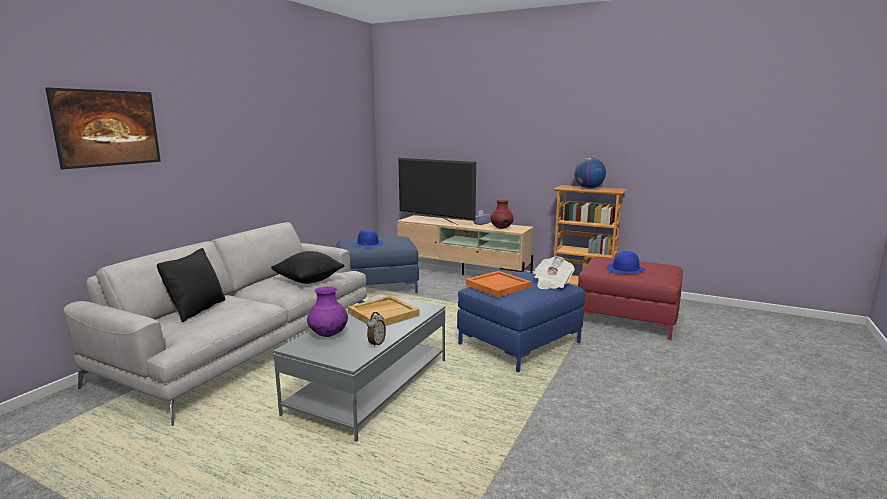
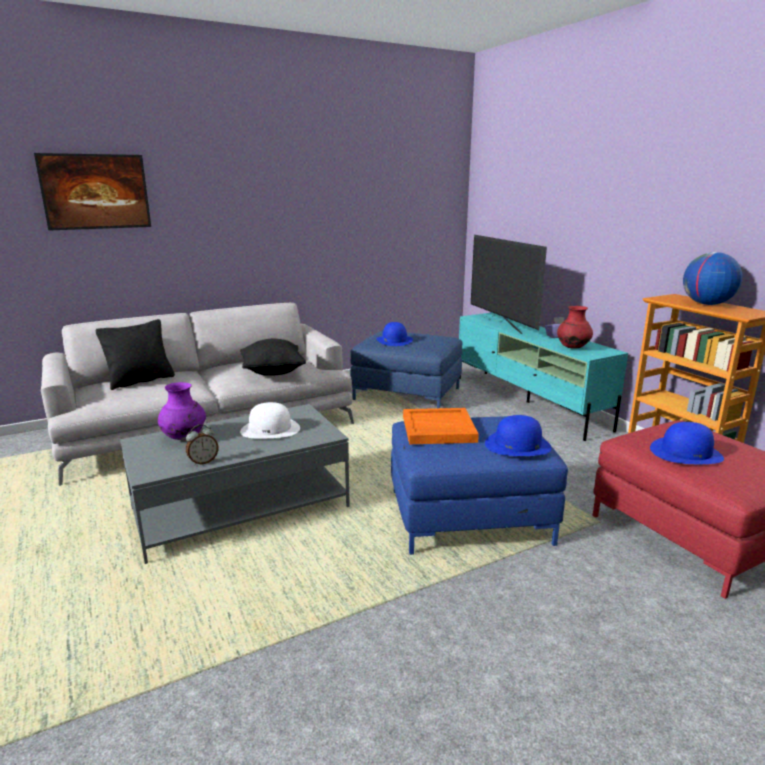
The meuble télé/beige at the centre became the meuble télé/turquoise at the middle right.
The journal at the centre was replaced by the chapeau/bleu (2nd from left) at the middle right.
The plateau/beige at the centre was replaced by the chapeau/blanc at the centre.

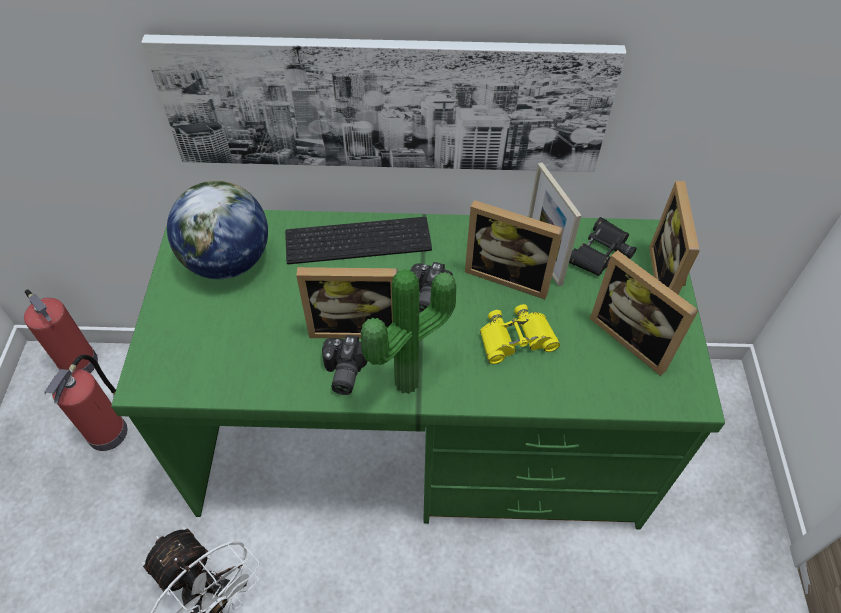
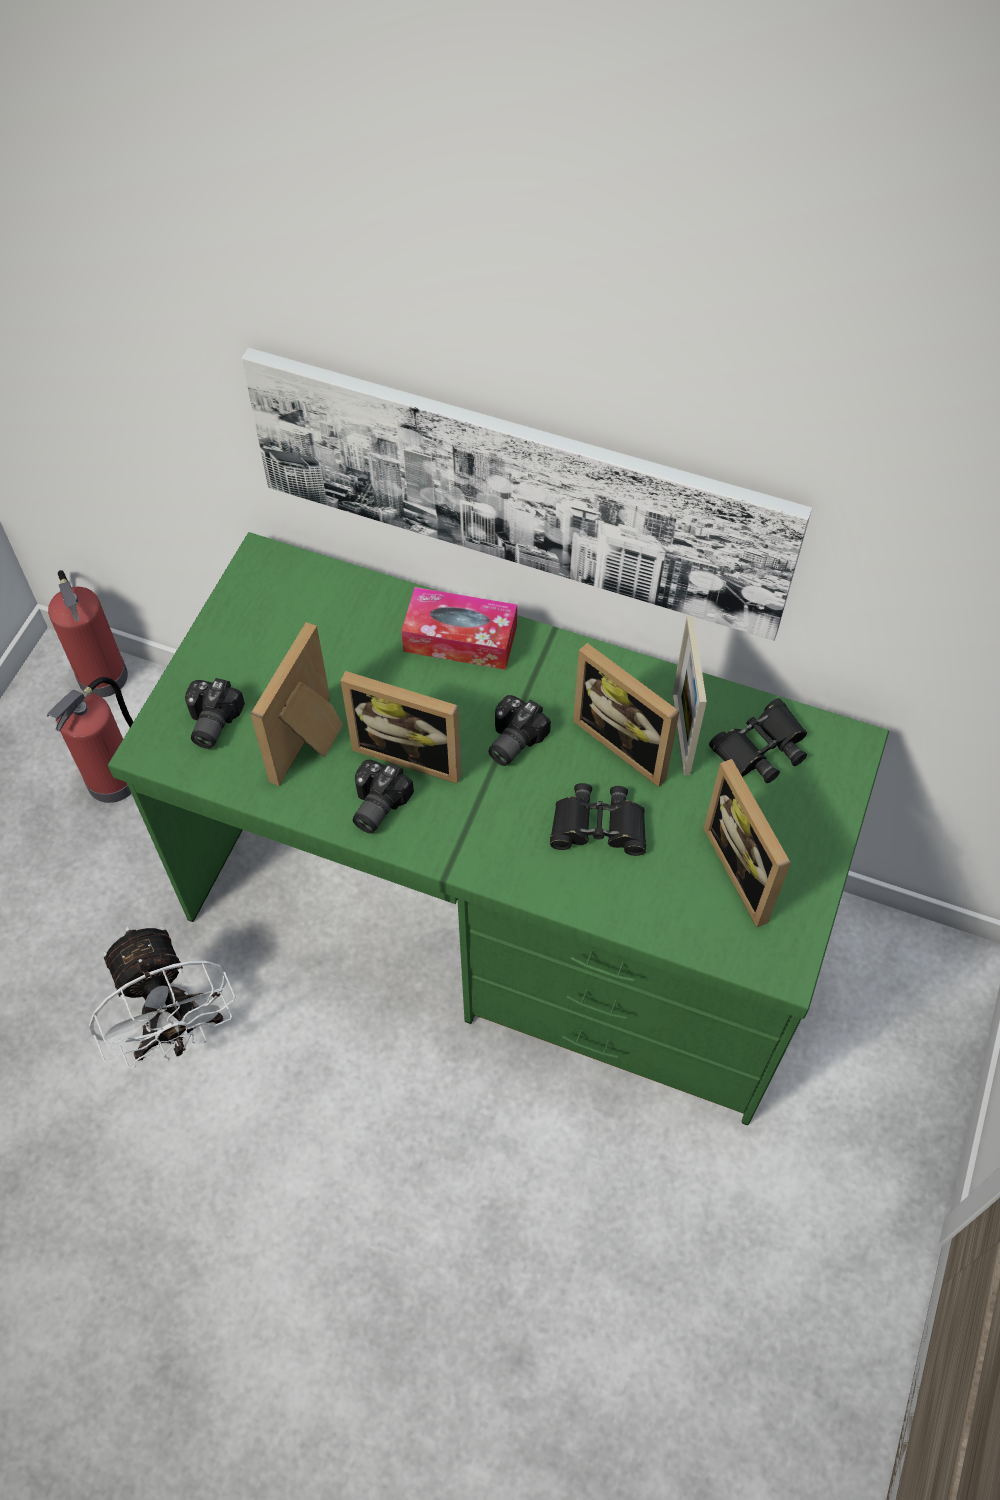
The globe at the middle left disappeared.
The cadre photo (5th from left in the first image) moved from the middle right to the middle left.
The clavier at the centre was replaced by the boîte à mouchoirs at the centre.
The plante en pot at the centre disappeared.
The jumelles/jaune at the centre became the jumelles/noir (1st from left) at the centre.
The appareil photo (1st from left) at the middle left appeared.

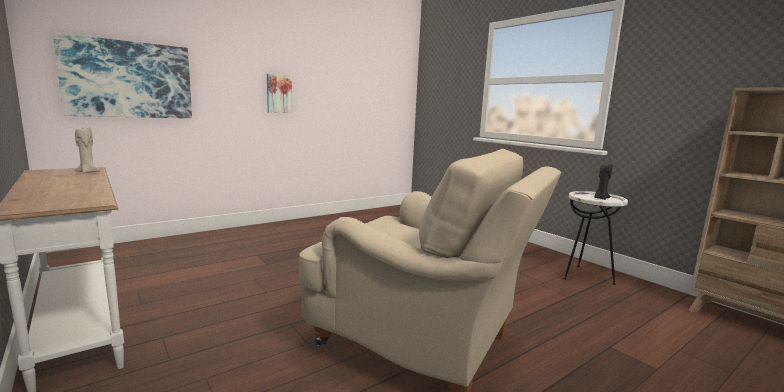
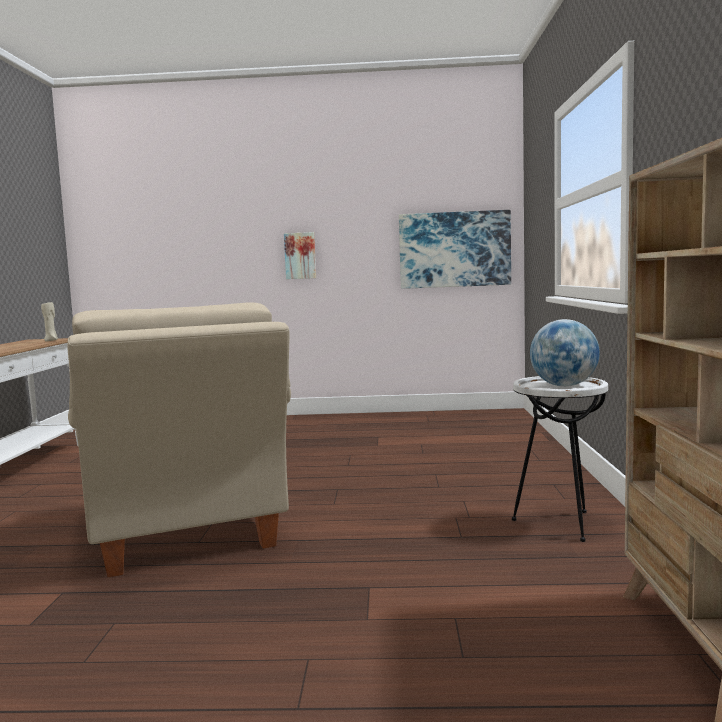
The tableau (1st from left in the first image) moved from the top left to the centre.
The bougie/noir at the middle right was replaced by the globe at the middle right.

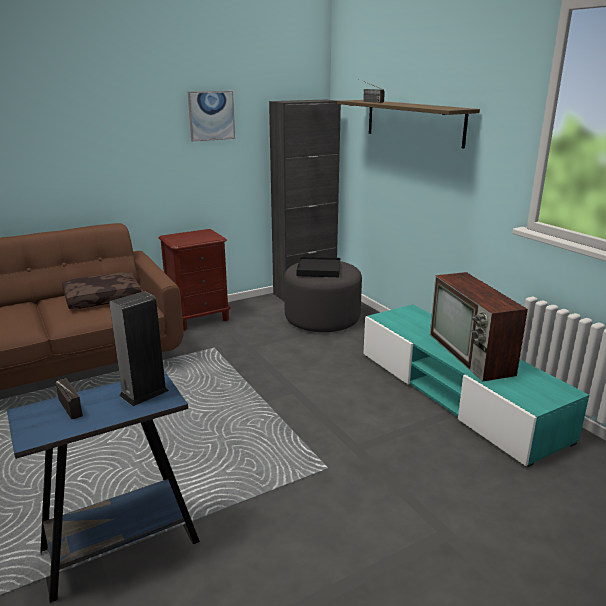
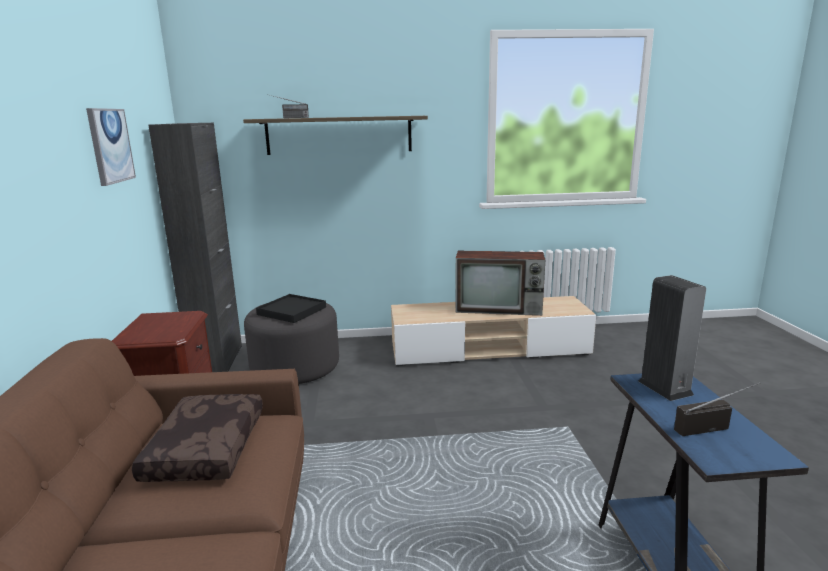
The meuble télé/turquoise at the middle right became the meuble télé/beige at the centre.

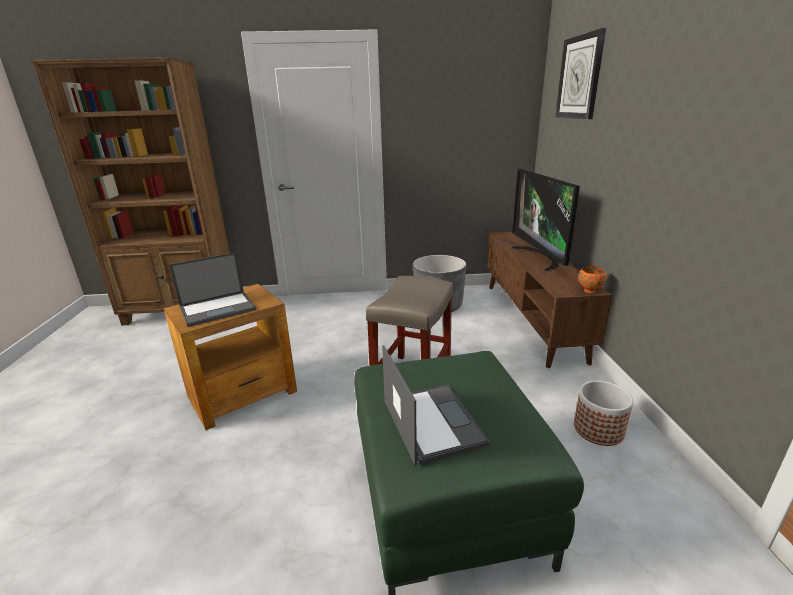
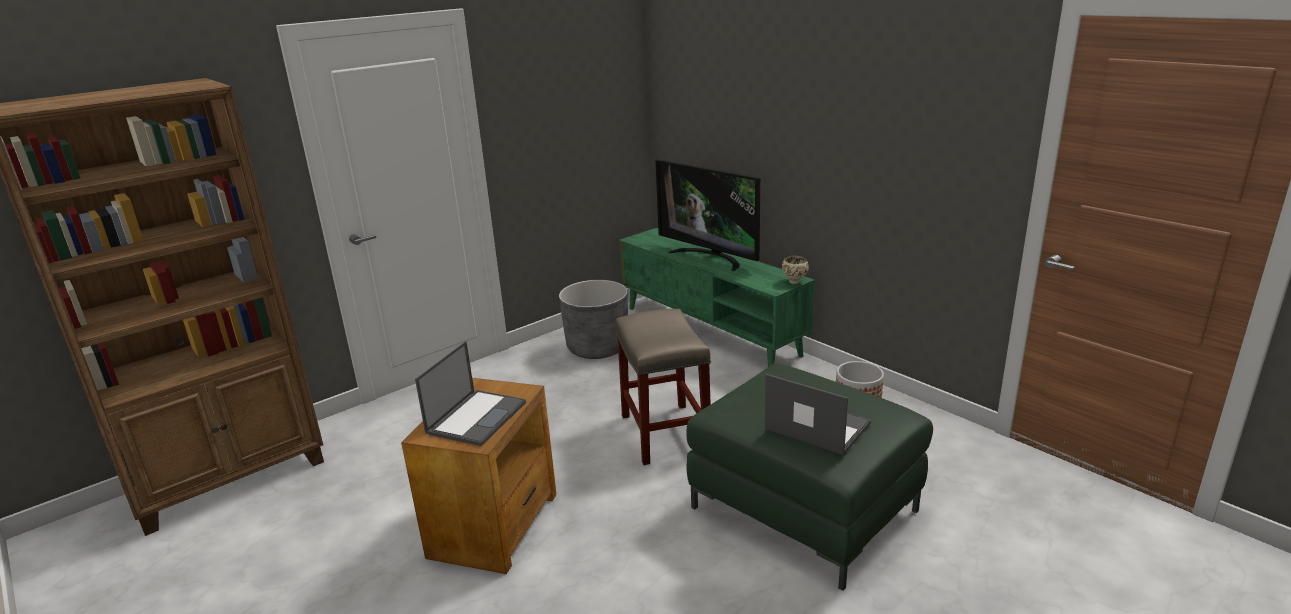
The horloge murale at the top right disappeared.
The meuble télé/marron at the middle right became the meuble télé/vert at the centre.
The bol/orange at the middle right became the bol/beige at the centre.

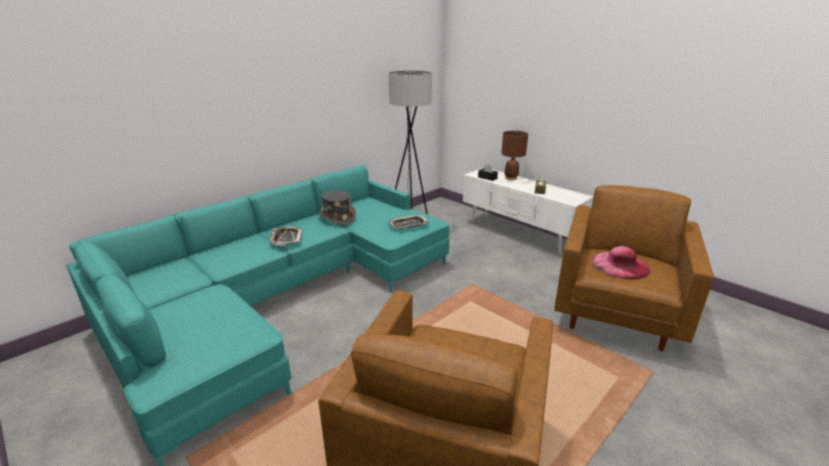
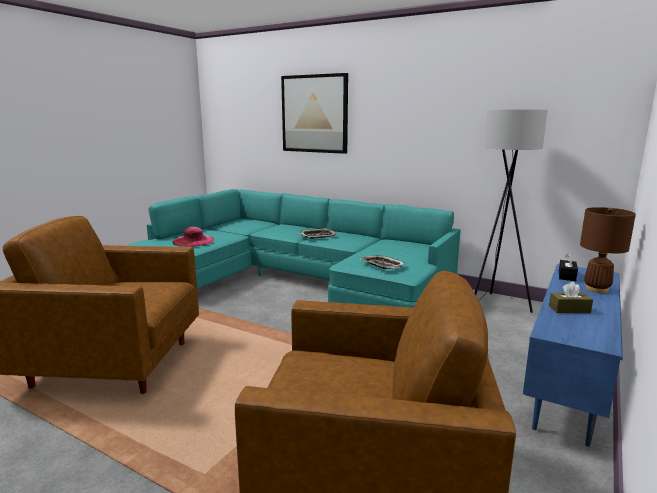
The meuble télé/blanc at the centre became the meuble télé/bleu at the bottom right.
The chapeau/gris at the centre disappeared.
The chapeau/rose moved from the middle right to the middle left.
The tableau at the top centre appeared.

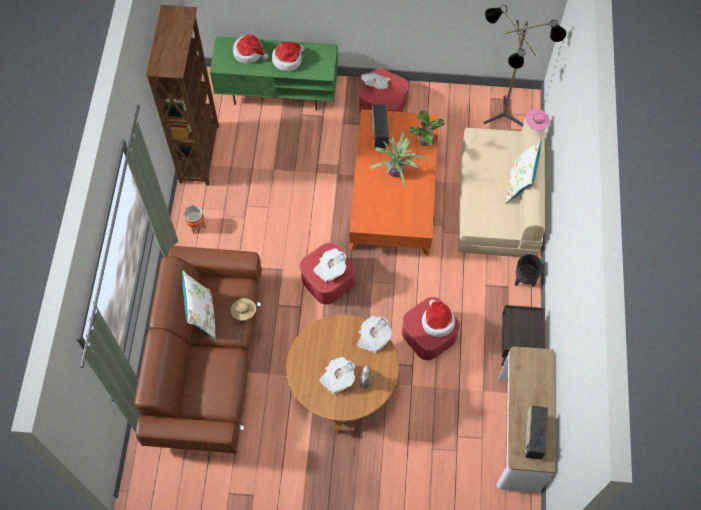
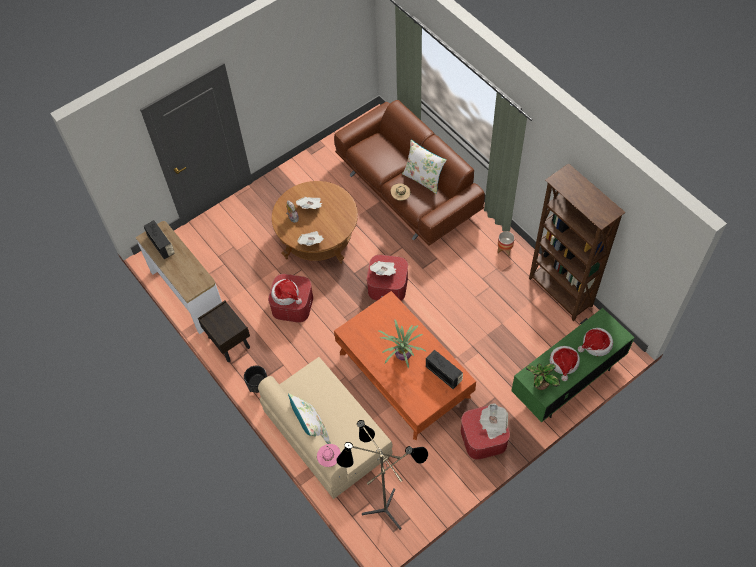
The plante en pot (2nd from left) moved from the top centre to the middle right.

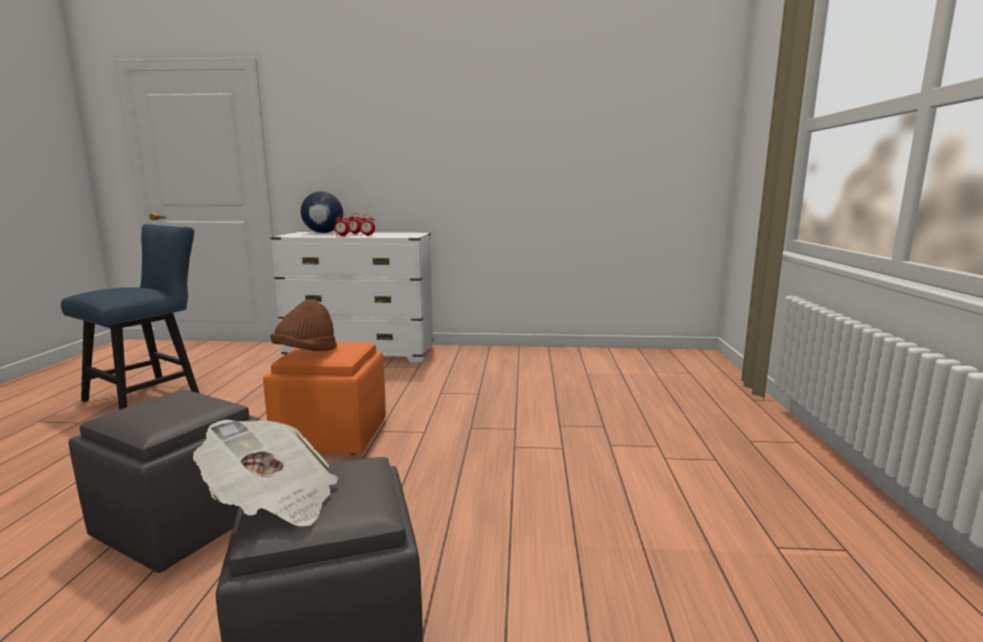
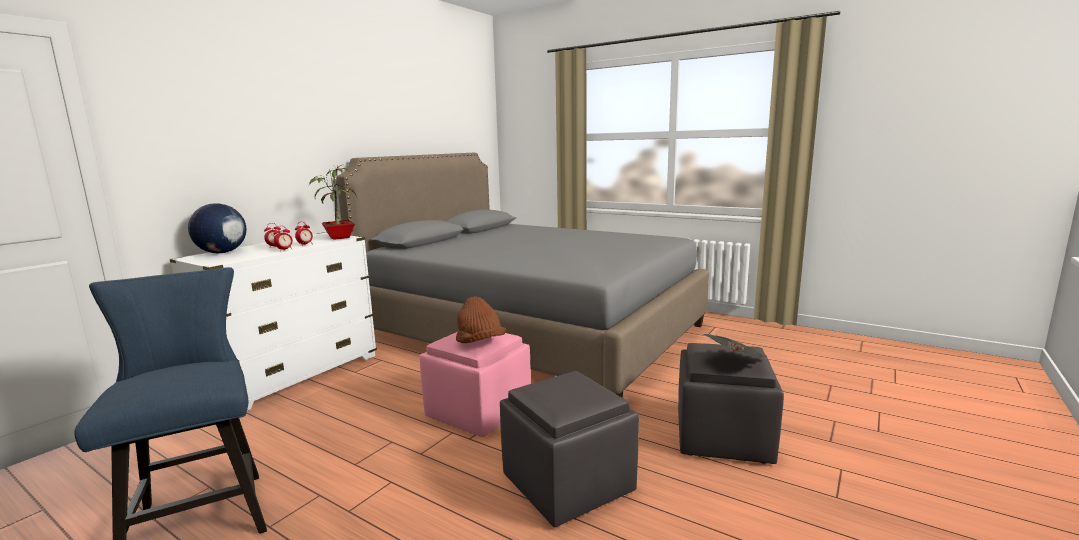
The pouf/orange at the middle left became the pouf/rose at the bottom centre.
The lit/gris at the centre appeared.
The plante en pot at the middle left appeared.

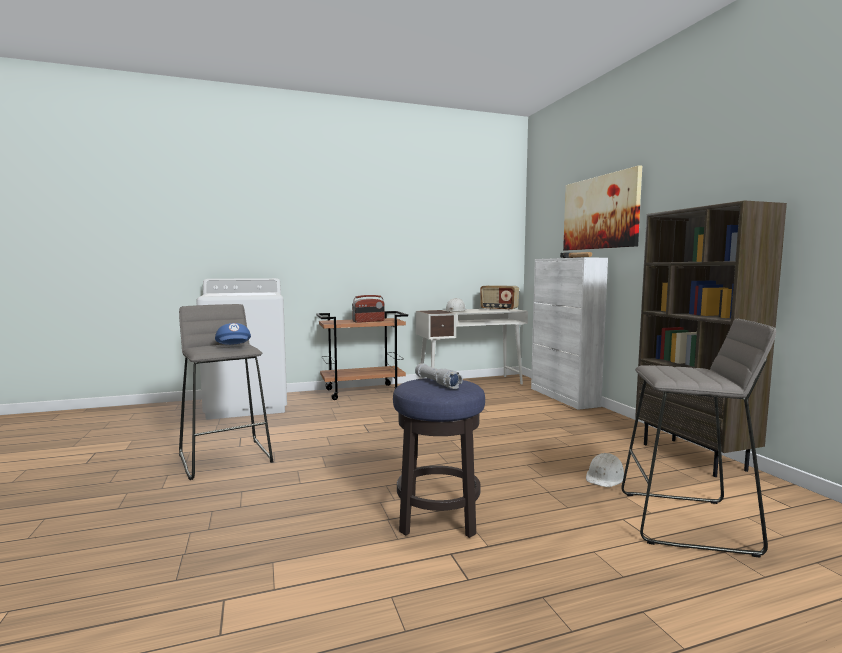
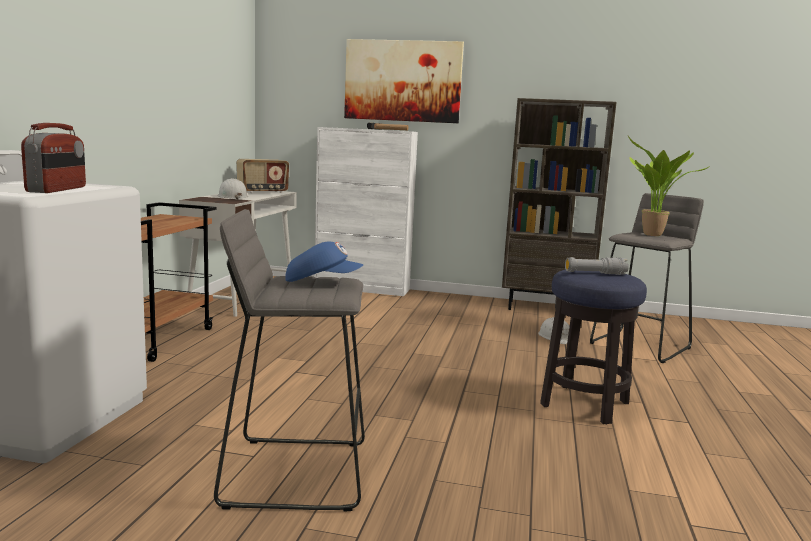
The radio (1st from left) moved from the centre to the top left.
The plante en pot at the middle right appeared.

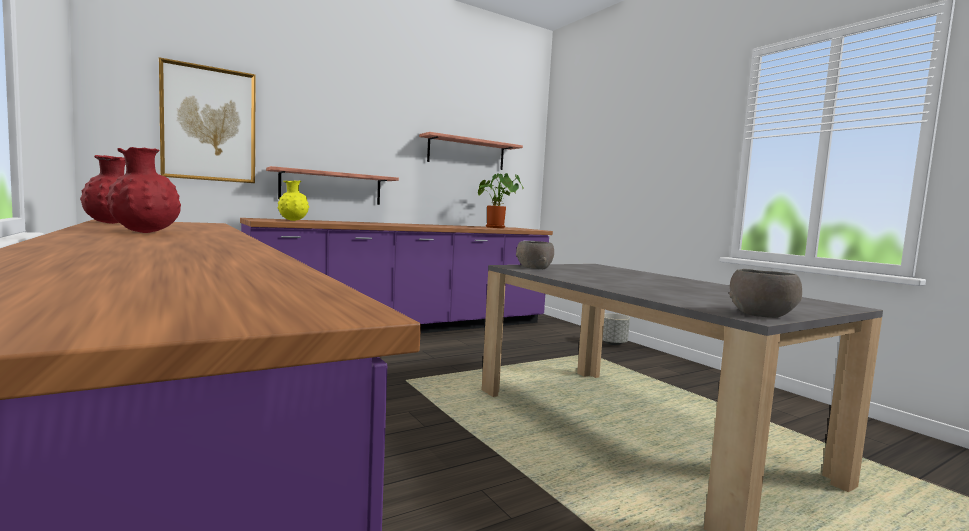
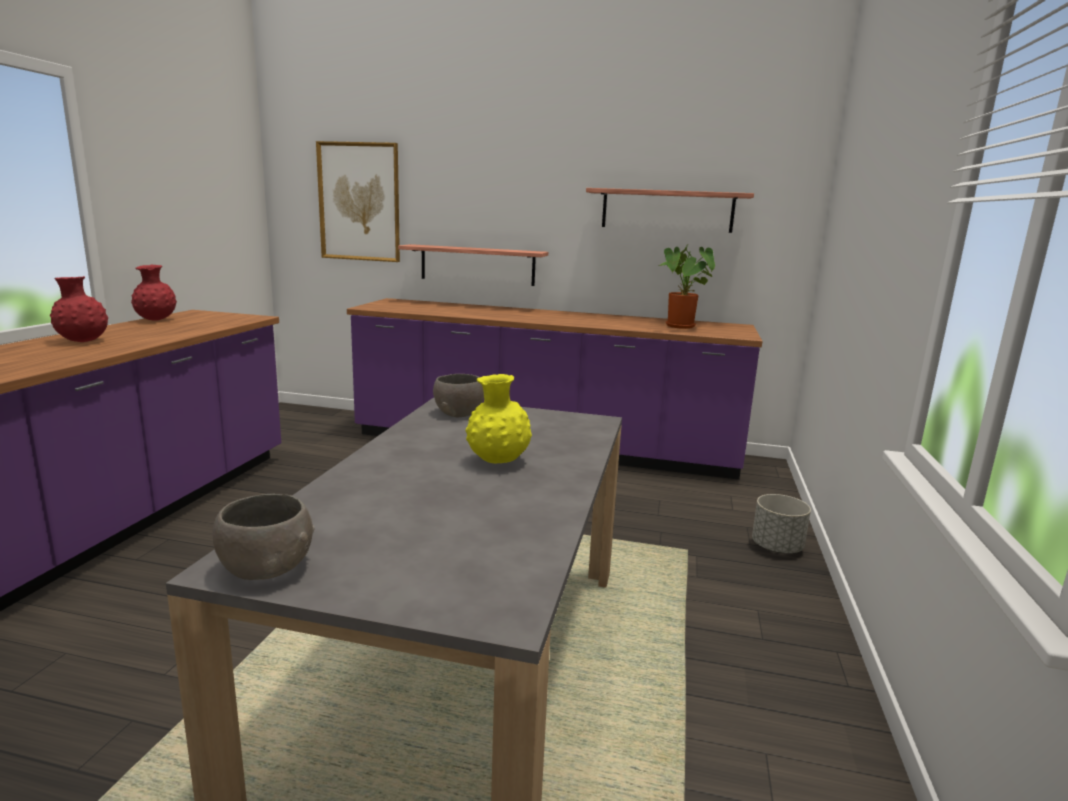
The vase/jaune moved from the middle left to the centre.

